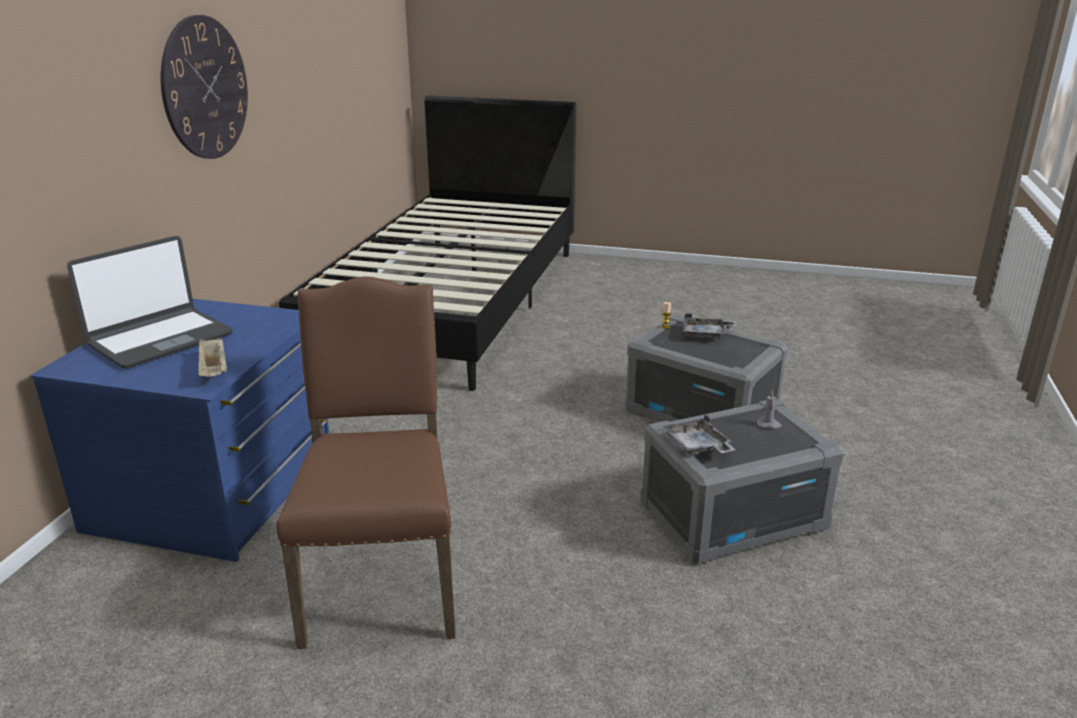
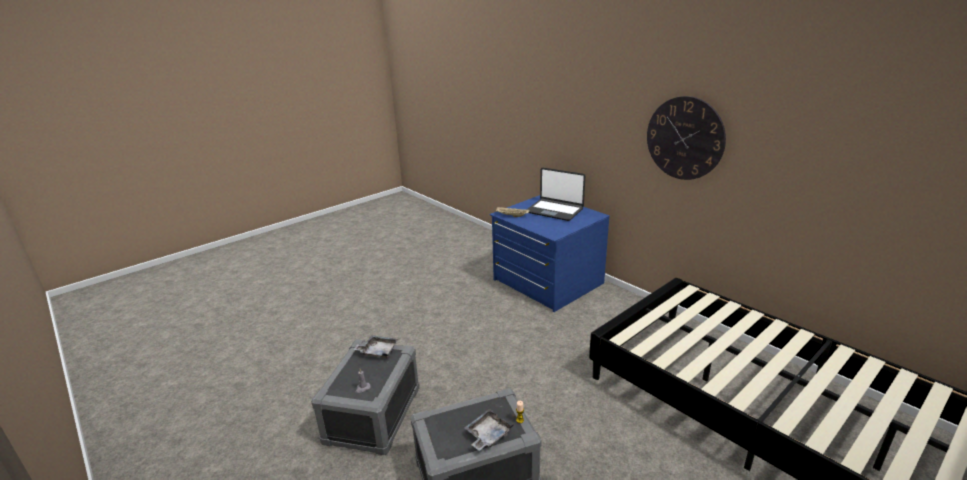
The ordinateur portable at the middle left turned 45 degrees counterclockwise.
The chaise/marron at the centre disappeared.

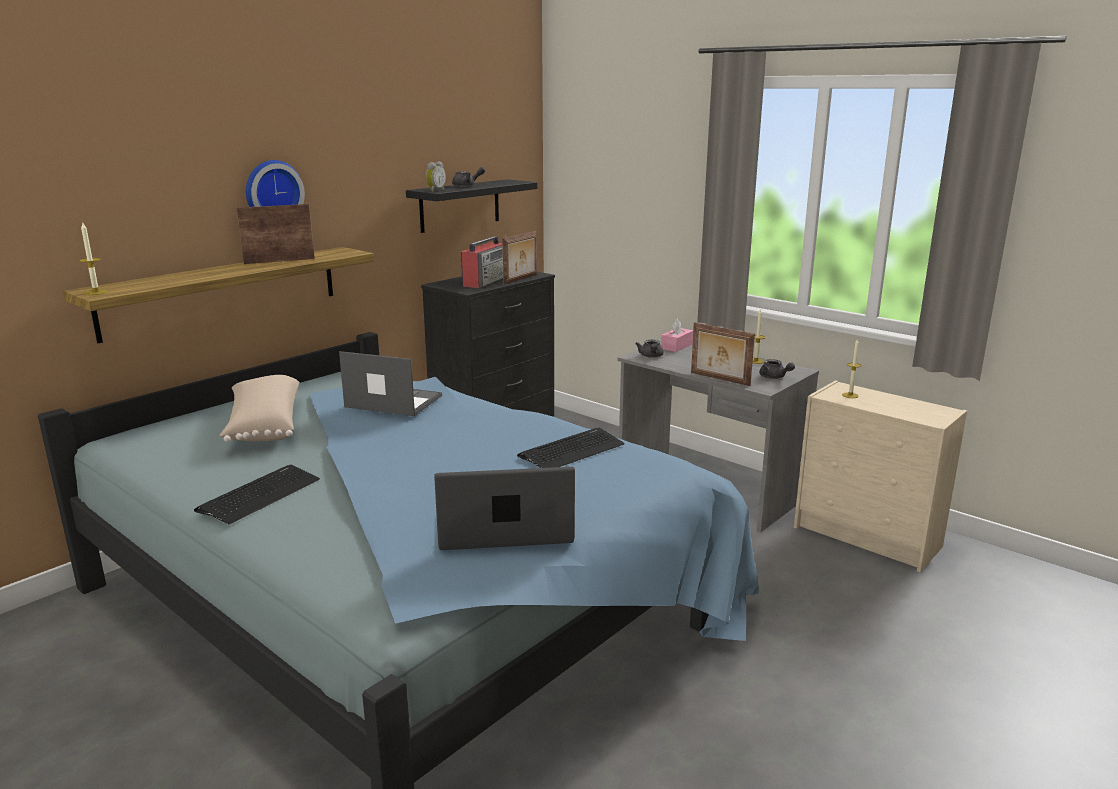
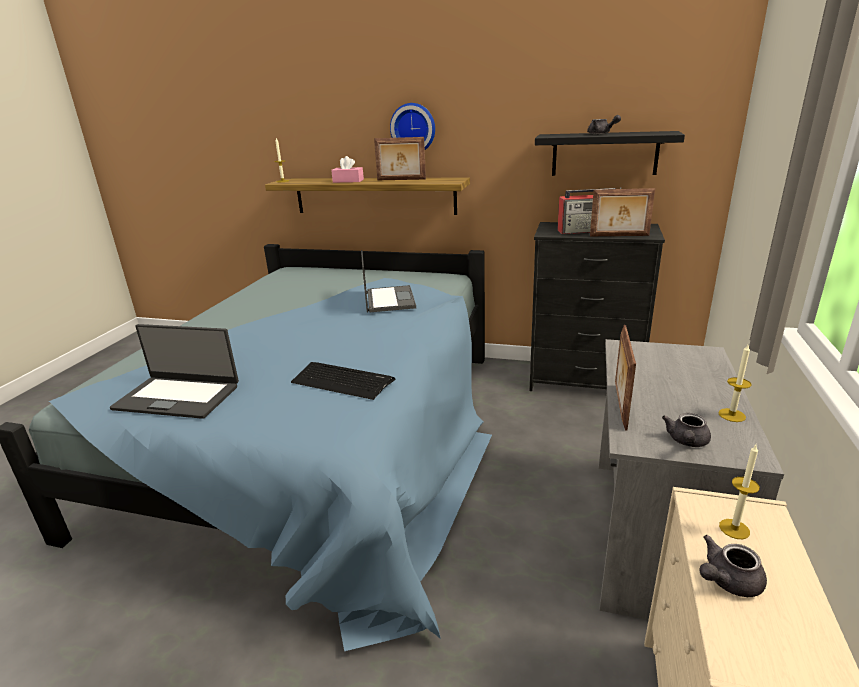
The réveil at the top centre disappeared.
The cadre photo (1st from left) at the top left turned 150 degrees clockwise.
The boîte à mouchoirs/rose moved from the centre to the top centre.
The théière/gris (2nd from left in the first image) moved from the centre to the bottom right.
The coussin/beige at the middle left disappeared.
The clavier (1st from left) at the middle left disappeared.
The ordinateur portable (2nd from left in the first image) at the centre turned 135 degrees clockwise.

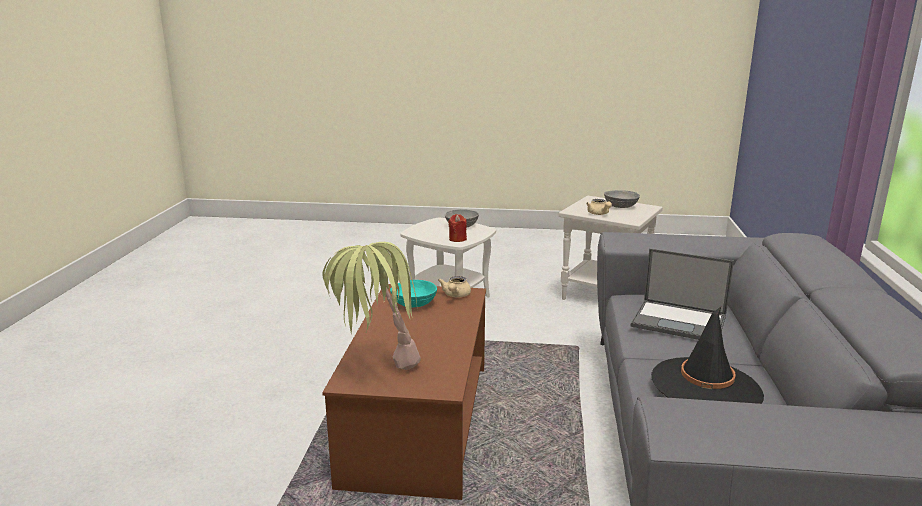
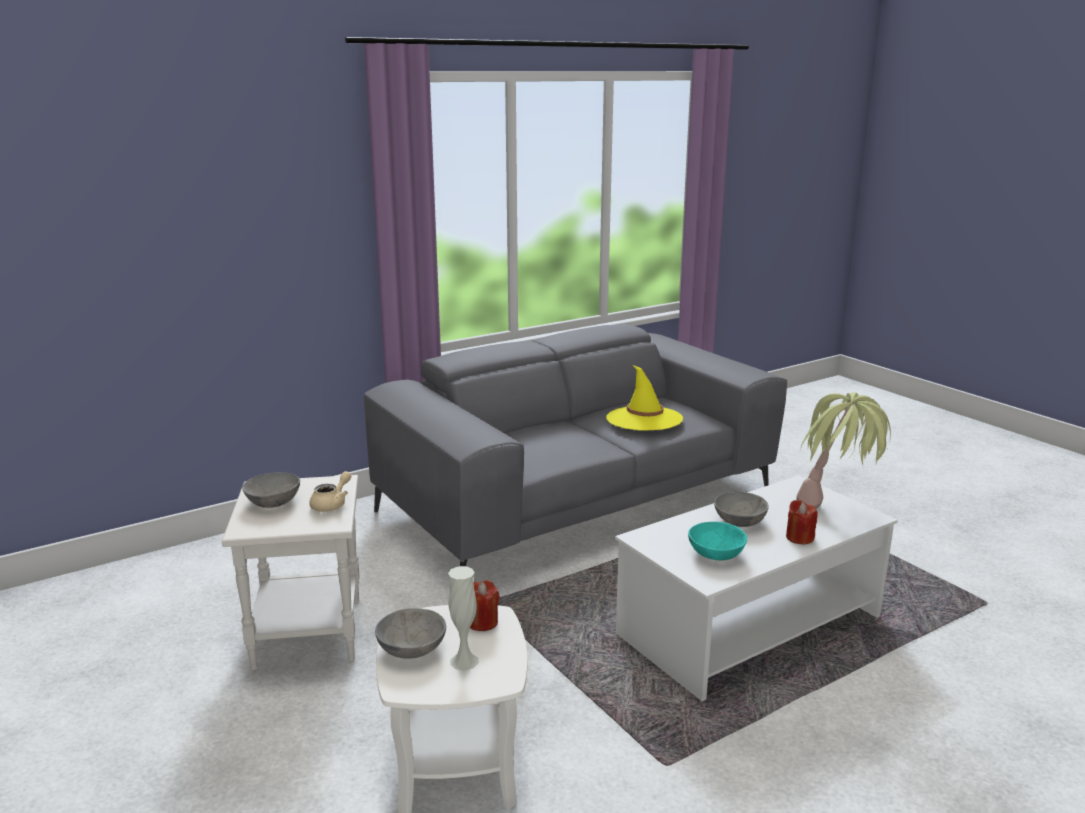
The ordinateur portable at the middle right disappeared.
The théière/beige (1st from left) at the centre disappeared.
The table basse/marron at the bottom centre became the table basse/blanc at the bottom right.
The chapeau/noir at the bottom right became the chapeau/jaune at the centre.
The bol/gris (3rd from left) at the middle right appeared.
The bougie/rouge (2nd from left) at the middle right appeared.
The vase/blanc at the bottom centre appeared.

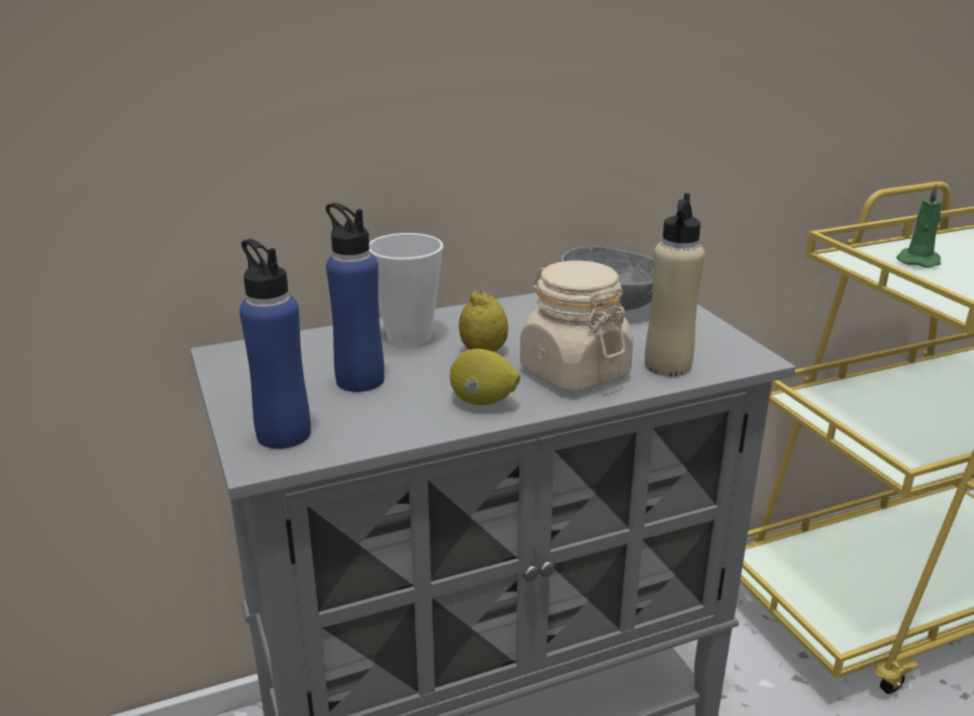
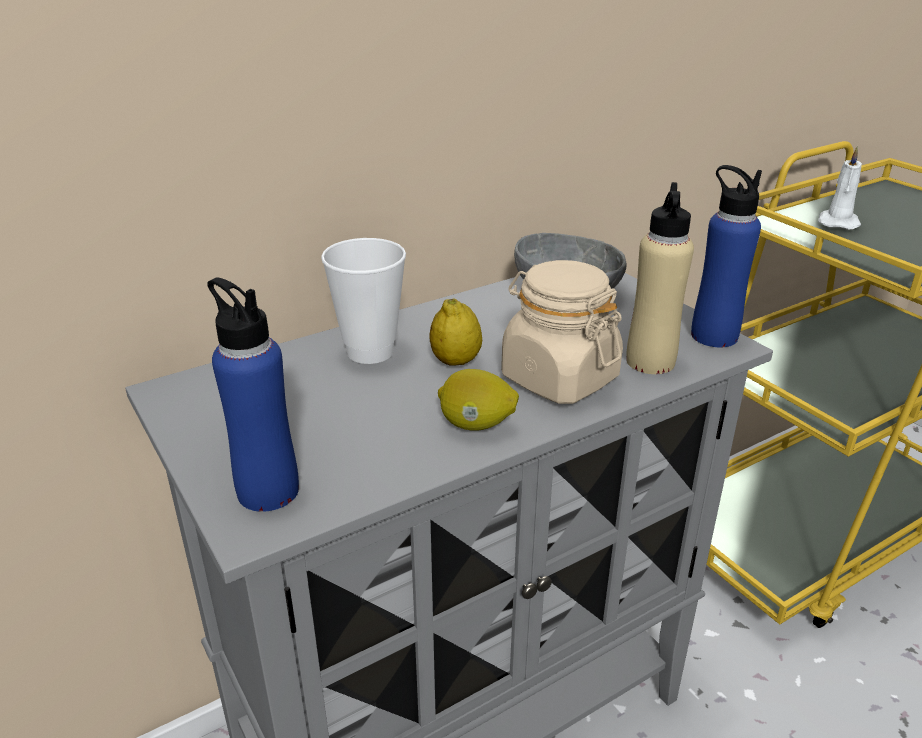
The bougie/vert at the top right became the bougie/blanc at the top right.
The bouteille/bleu (2nd from left) moved from the centre to the middle right.

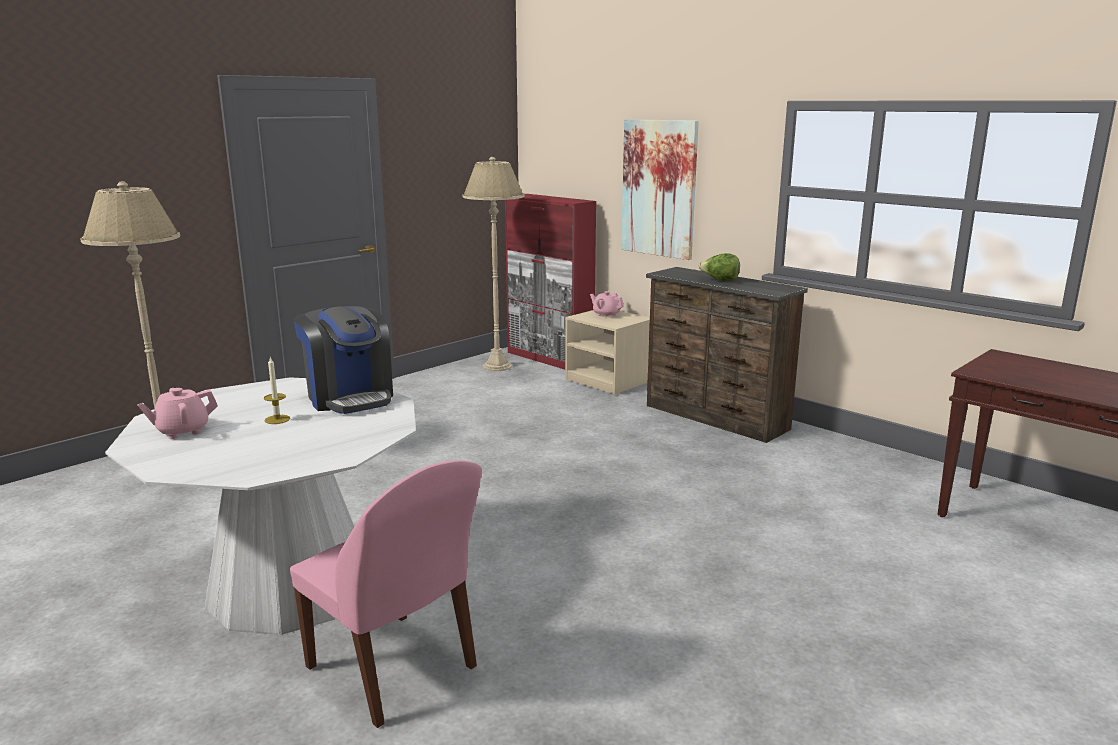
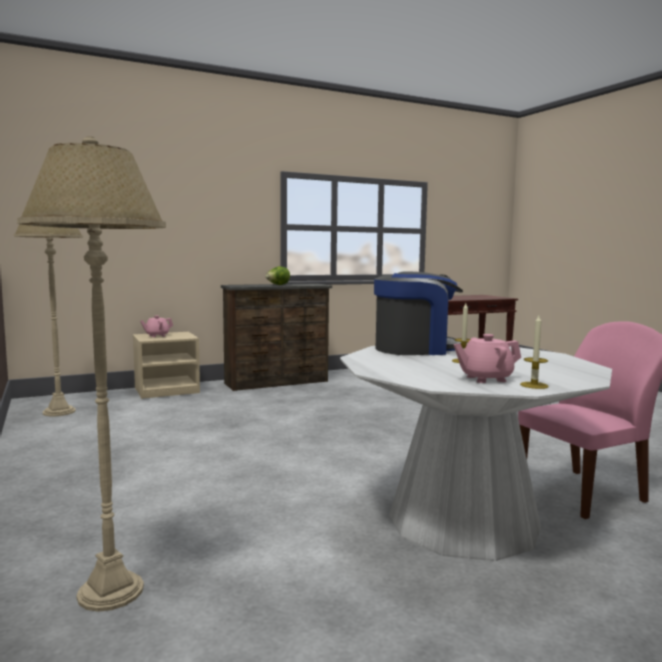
The tableau at the top centre disappeared.
The meuble de rangement/rouge at the centre disappeared.
The théière/rose (1st from left in the first image) at the middle left turned 90 degrees clockwise.
The bougie (2nd from left) at the middle right appeared.

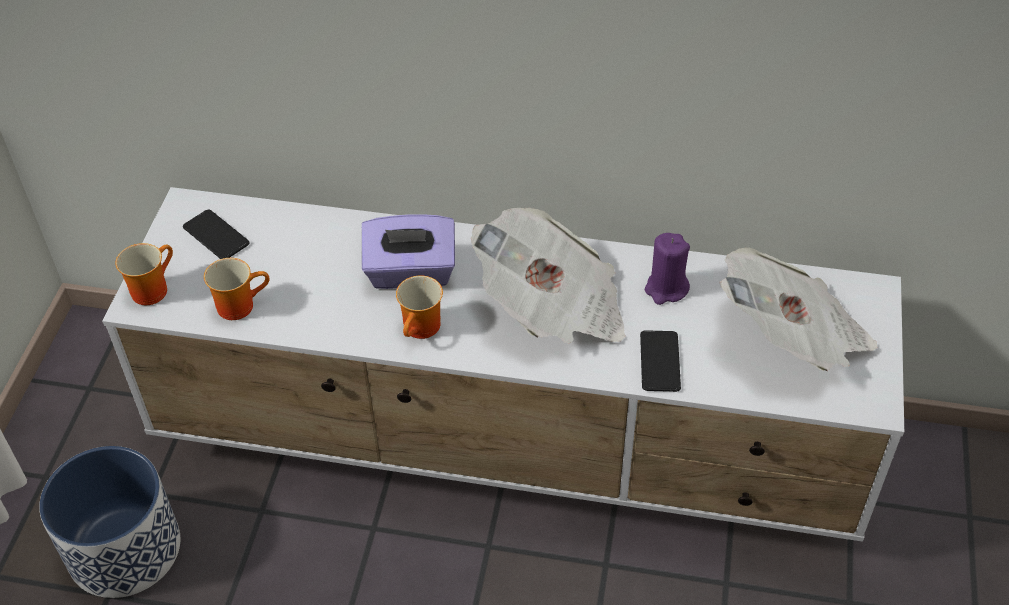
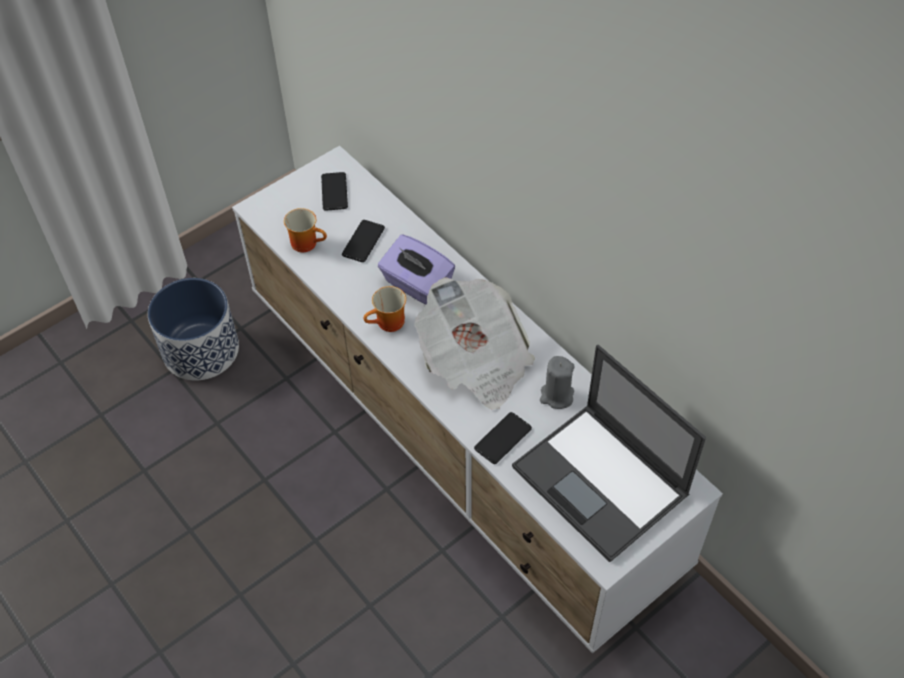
The bougie/violet at the centre became the bougie/gris at the centre.
The mug (1st from left) at the middle left disappeared.
The journal (2nd from left) at the middle right was replaced by the ordinateur portable at the bottom right.
The téléphone (2nd from left) at the centre appeared.

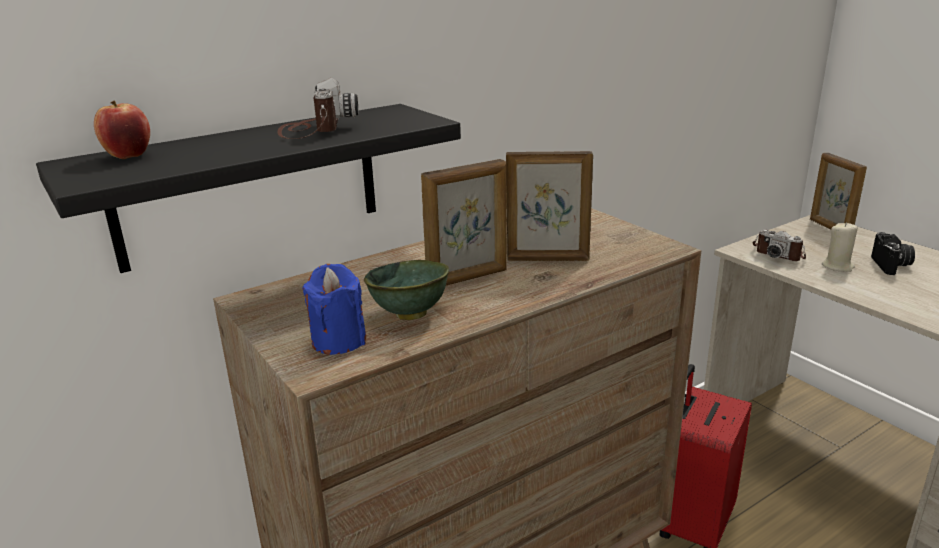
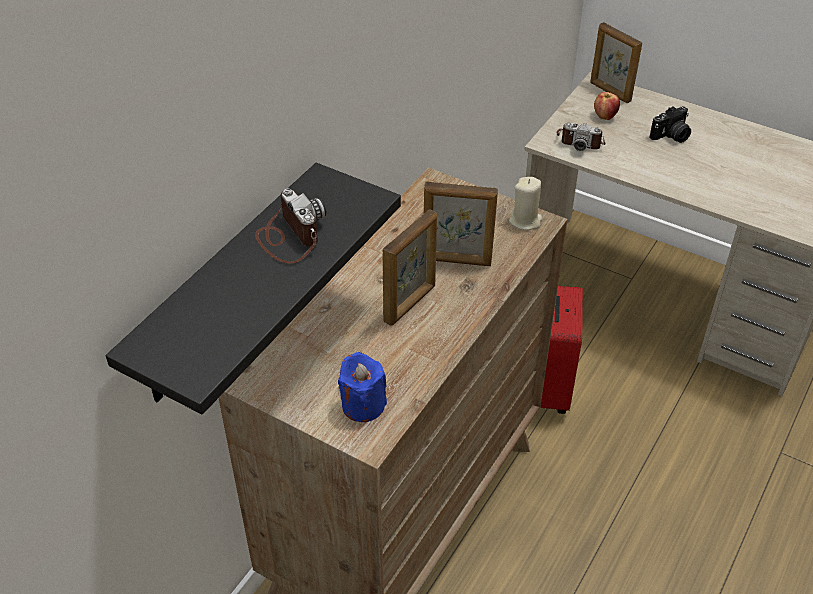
The pomme moved from the top left to the top right.
The cadre photo (2nd from left) at the centre turned 150 degrees counterclockwise.
The bougie/beige moved from the middle right to the centre.
The appareil photo (3rd from left) at the middle right turned 75 degrees clockwise.
The bol/vert at the centre disappeared.

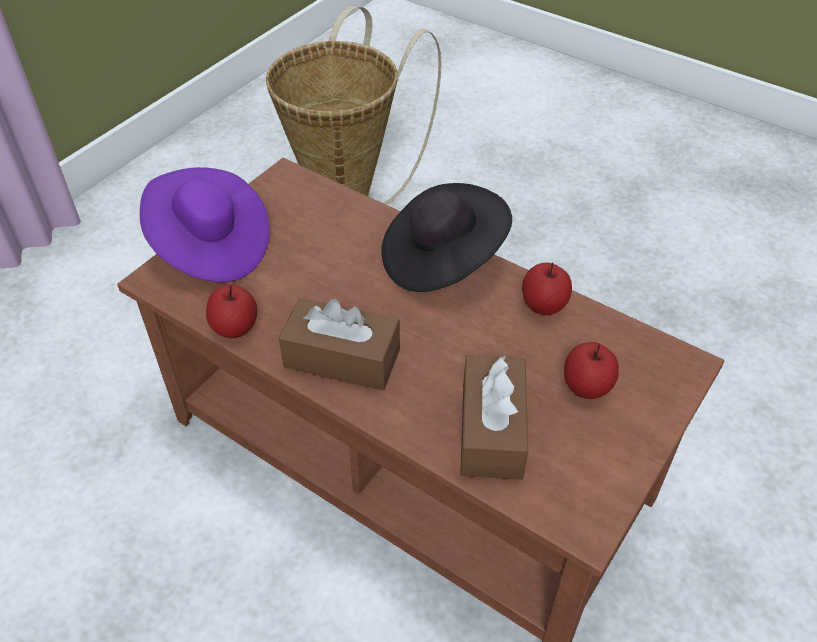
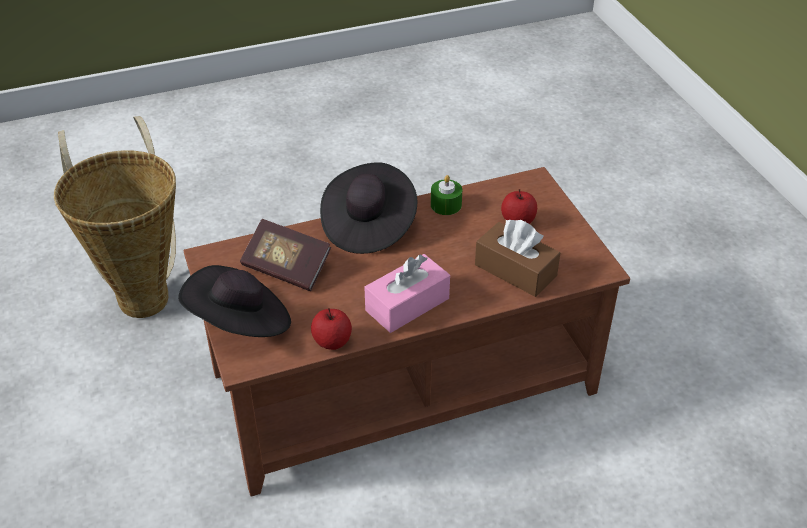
The chapeau/violet at the middle left became the chapeau/noir (1st from left) at the middle left.
The pomme (2nd from left) at the middle right was replaced by the bougie/vert at the centre.
The boîte à mouchoirs/marron (1st from left) at the centre became the boîte à mouchoirs/rose at the centre.
The livre at the centre appeared.

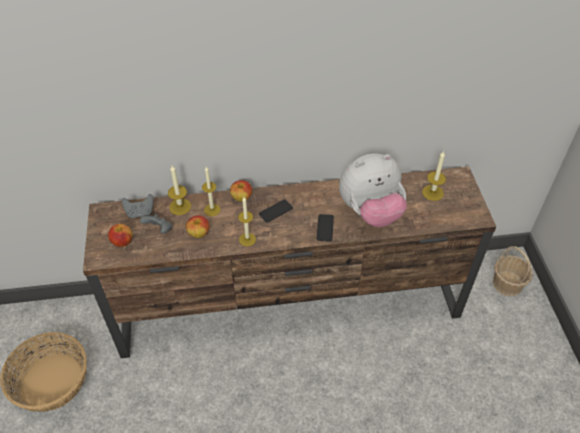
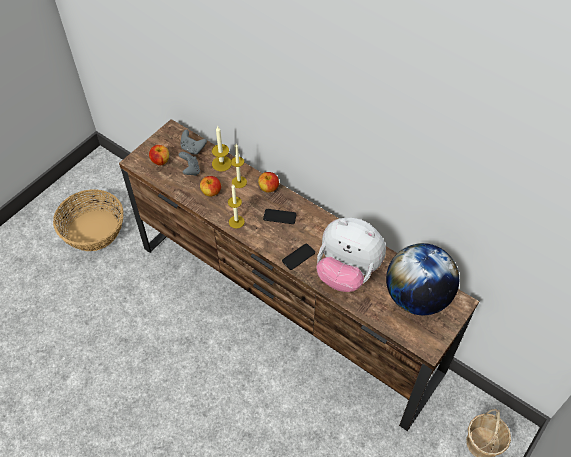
The bougie (4th from left) at the middle right was replaced by the globe at the middle right.

